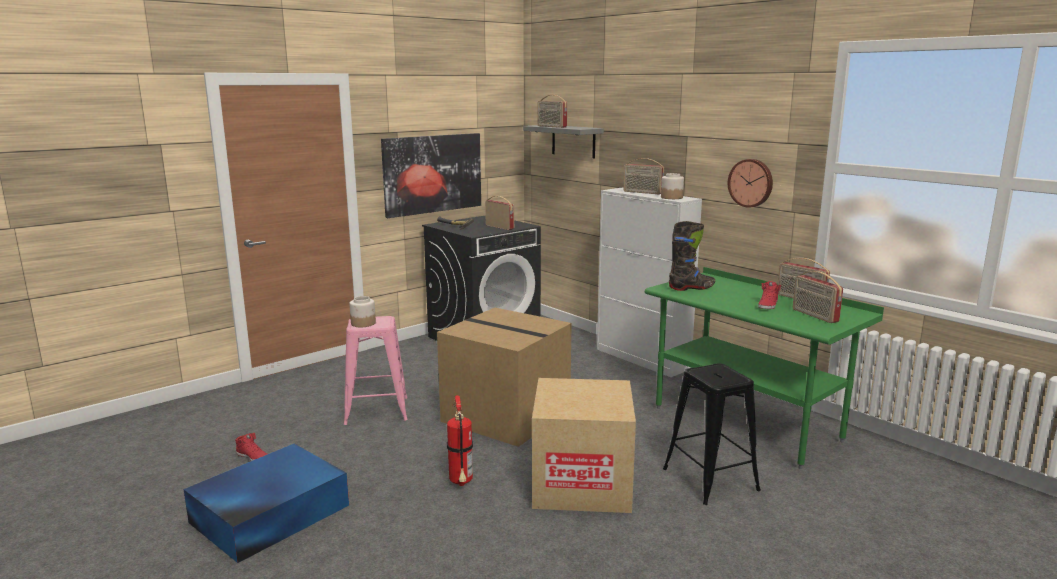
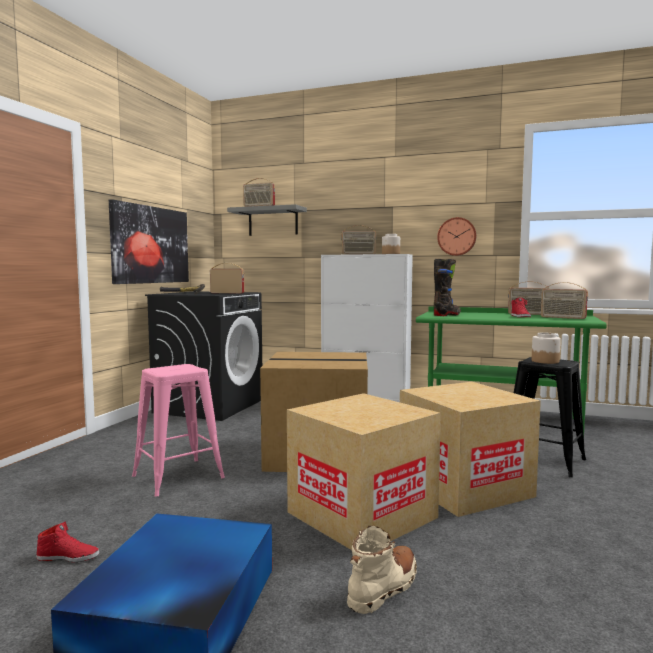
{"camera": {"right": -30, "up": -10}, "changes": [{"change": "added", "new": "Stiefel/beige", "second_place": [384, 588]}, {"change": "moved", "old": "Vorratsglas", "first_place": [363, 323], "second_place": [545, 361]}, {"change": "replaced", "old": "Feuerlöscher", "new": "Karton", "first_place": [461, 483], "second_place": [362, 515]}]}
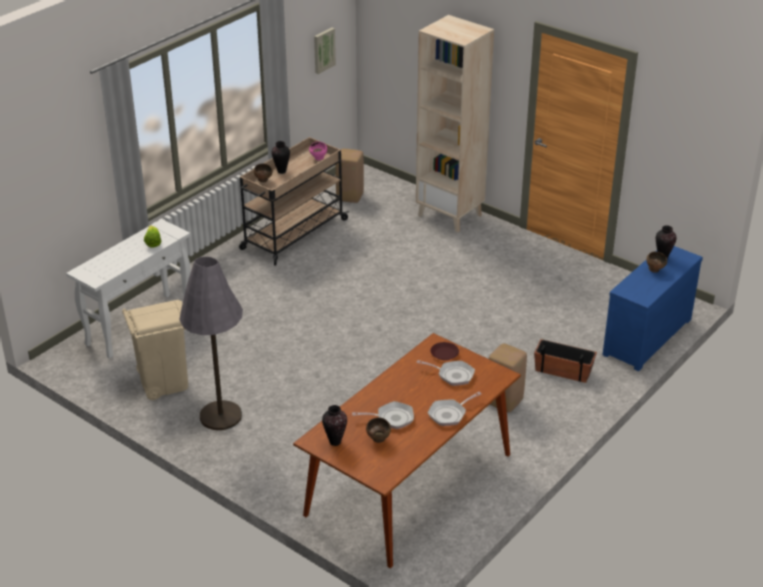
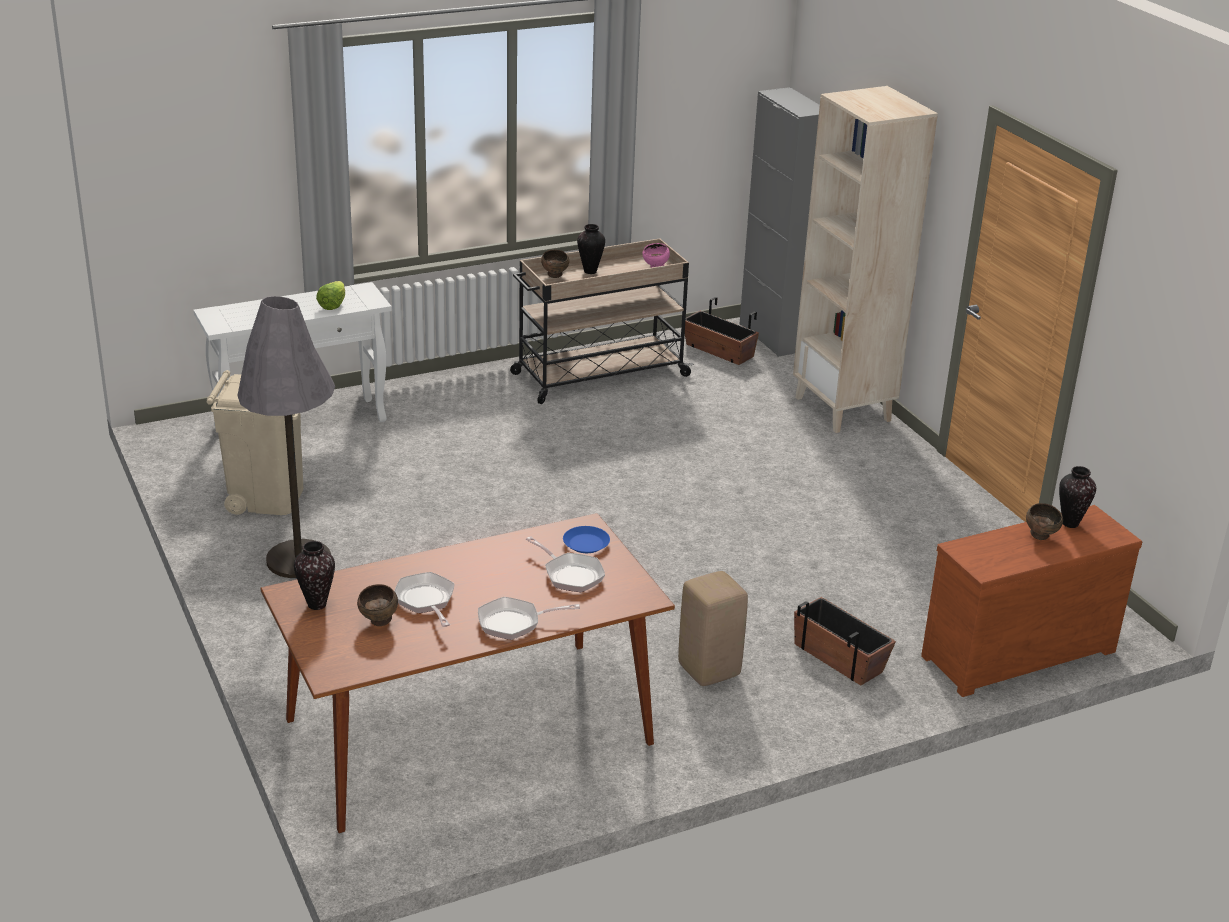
{"camera": {"right": 25, "up": -5}, "changes": [{"change": "removed", "old": "Bild", "first_place": [323, 50]}, {"change": "added", "new": "Schrank/grau", "second_place": [773, 337]}, {"change": "replaced", "old": "Hocker/beige", "new": "Pflanzkübel", "first_place": [350, 197], "second_place": [719, 351]}, {"change": "recoloured", "old": "Teller/braun", "new": "Teller/blau", "first_place": [444, 353], "second_place": [586, 544]}, {"change": "recoloured", "old": "Kommode/blau", "new": "Kommode/braun", "first_place": [644, 336], "second_place": [1015, 651]}, {"change": "turned", "old": "Pfanne", "first_place": [392, 418], "second_place": [426, 601], "degrees": -135}]}
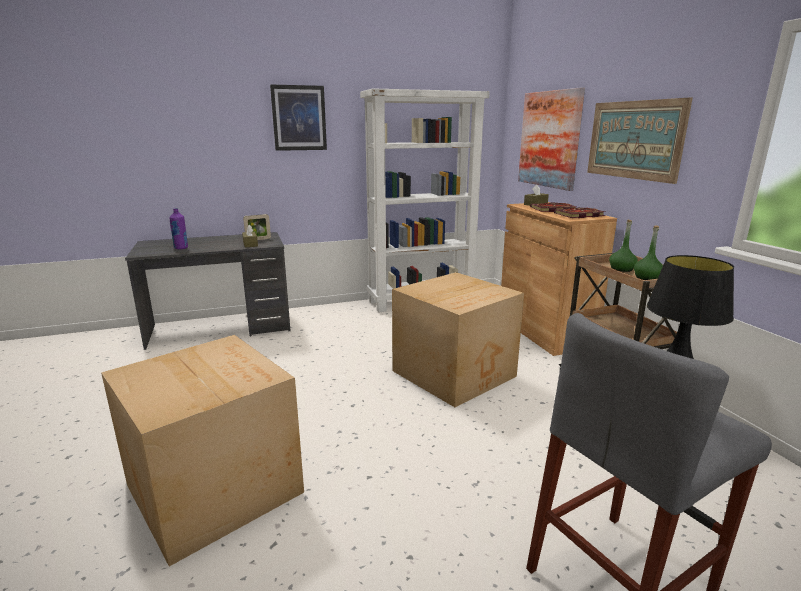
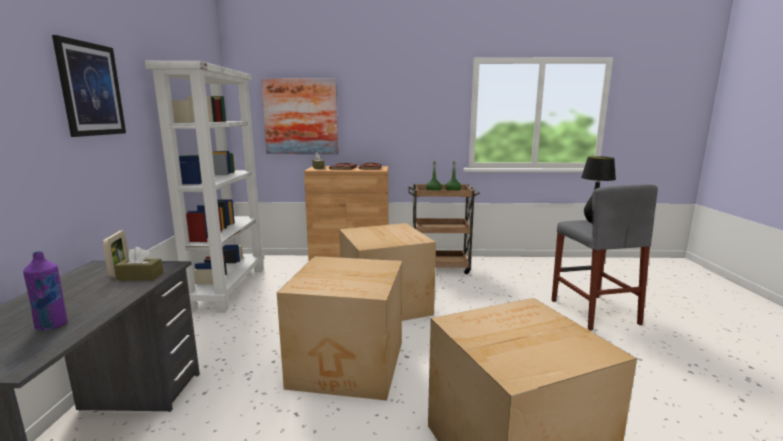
{"camera": {"right": -70, "up": -5}, "changes": [{"change": "removed", "old": "Bild", "first_place": [634, 140]}, {"change": "added", "new": "Karton", "second_place": [349, 365]}]}
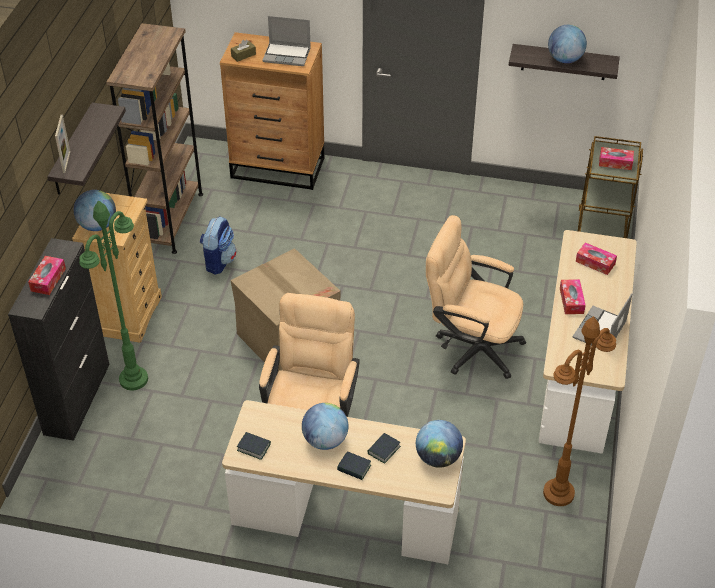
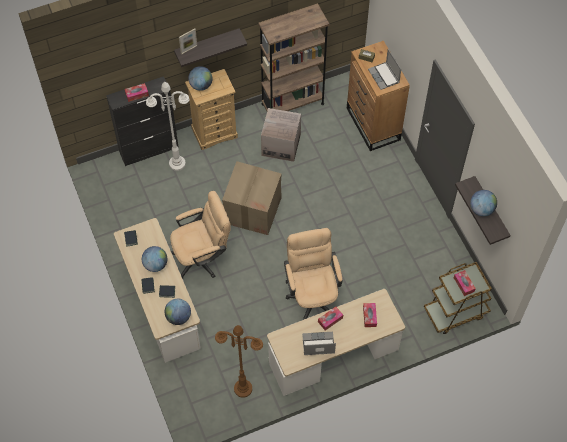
{"camera": {"right": 55, "up": 15}, "changes": [{"change": "replaced", "old": "Rucksack", "new": "Karton", "first_place": [219, 261], "second_place": [281, 145]}, {"change": "recoloured", "old": "Stehlampe/grün", "new": "Stehlampe/weiß", "first_place": [133, 379], "second_place": [177, 163]}]}
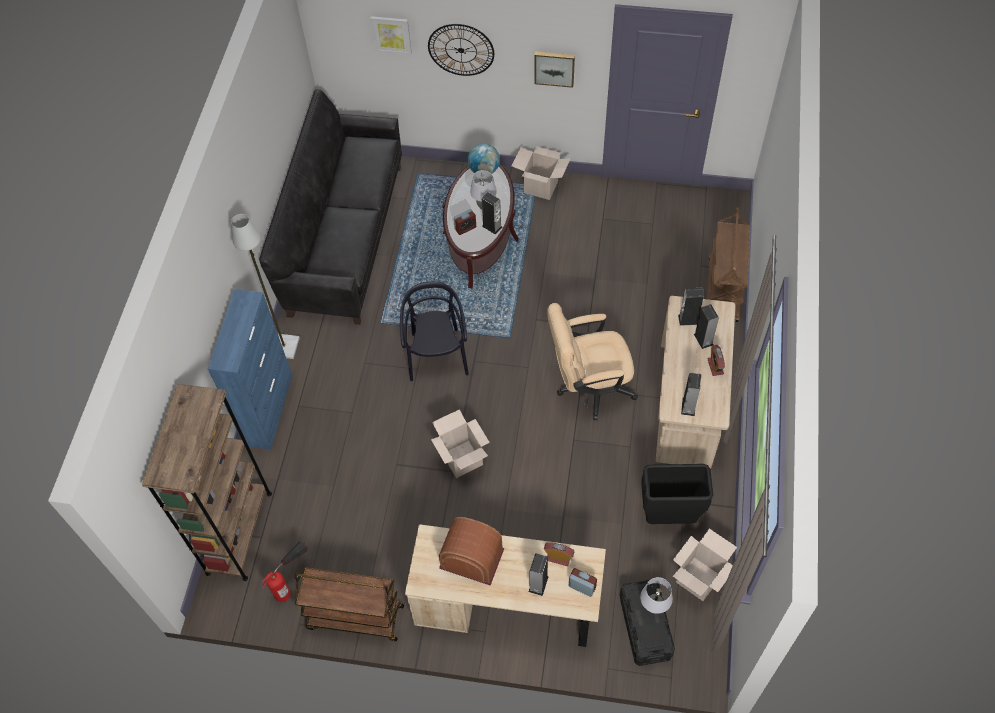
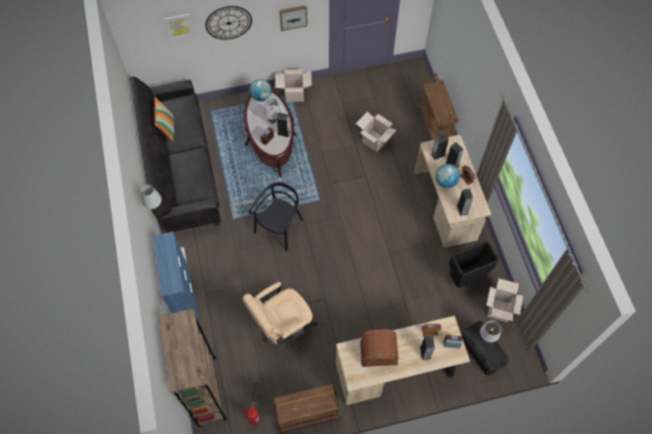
{"camera": {"right": -25, "up": 5}, "changes": [{"change": "added", "new": "Kissen", "second_place": [167, 128]}, {"change": "added", "new": "Globus", "second_place": [445, 181]}, {"change": "moved", "old": "Karton", "first_place": [462, 459], "second_place": [374, 141]}, {"change": "moved", "old": "Bürostuhl/beige", "first_place": [589, 387], "second_place": [283, 328]}, {"change": "turned", "old": "Stuhl/schwarz", "first_place": [437, 355], "second_place": [280, 228], "degrees": 60}]}
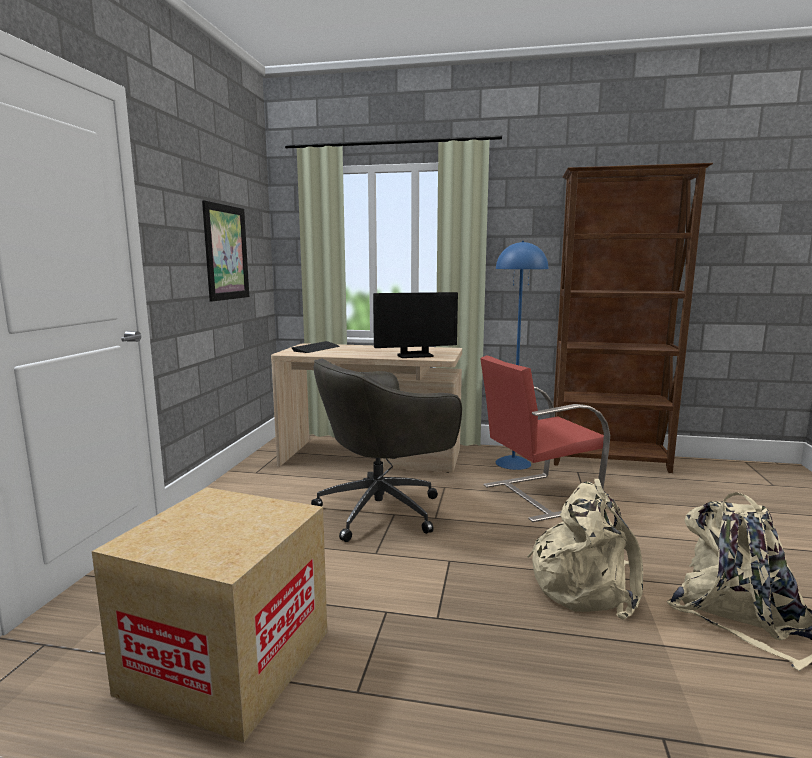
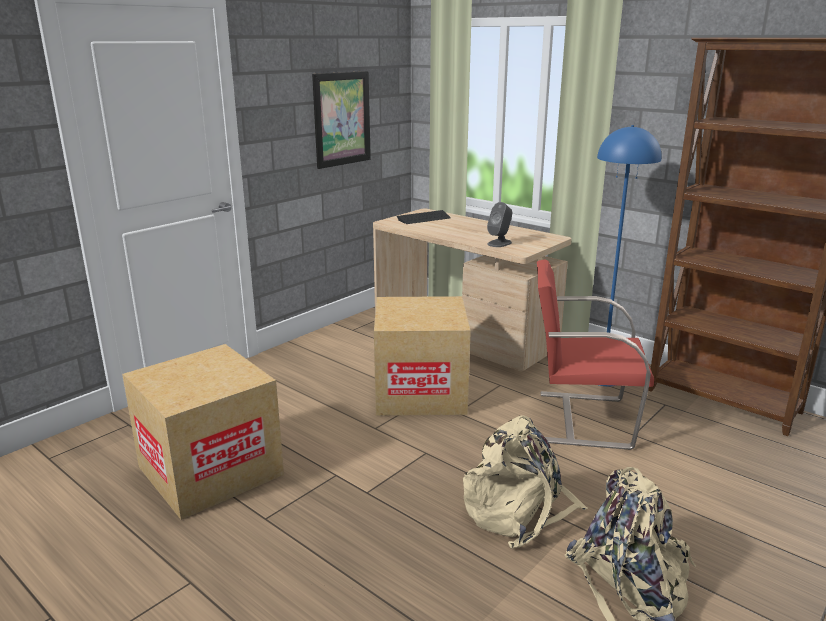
{"camera": {"right": 30, "up": 10}, "changes": [{"change": "replaced", "old": "Bürostuhl/grau", "new": "Karton", "first_place": [383, 510], "second_place": [420, 392]}, {"change": "replaced", "old": "Monitor", "new": "Lautsprecher/grau", "first_place": [415, 355], "second_place": [499, 243]}]}
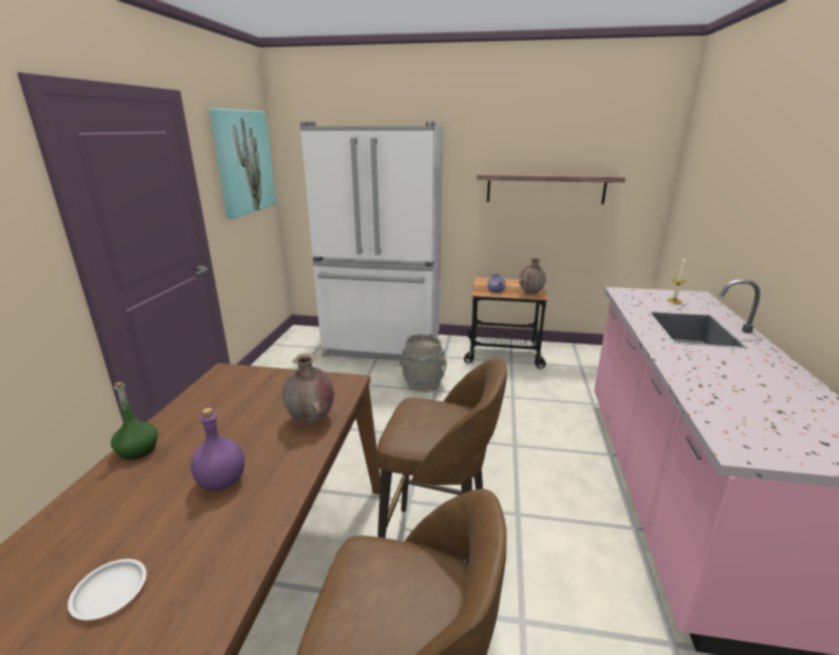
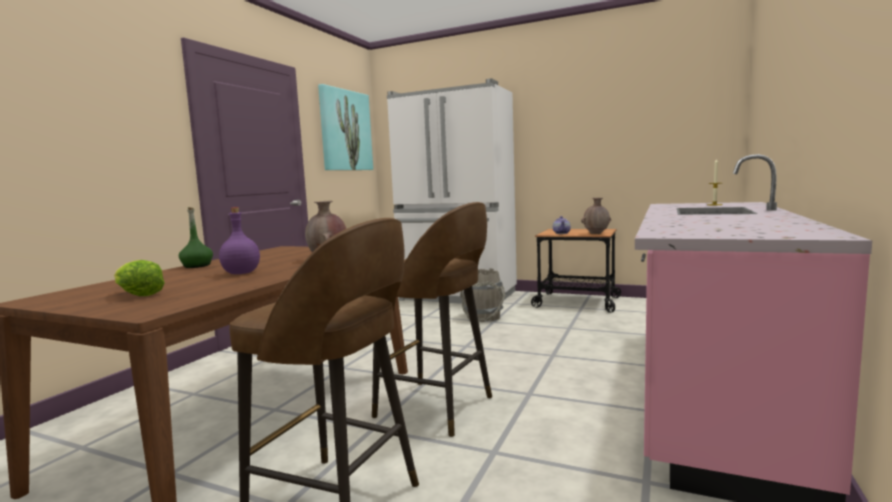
{"camera": {"right": 15, "up": -15}, "changes": [{"change": "removed", "old": "Wandregal", "first_place": [545, 188]}, {"change": "replaced", "old": "Teller/weiß", "new": "Salatkopf", "first_place": [110, 592], "second_place": [138, 295]}]}
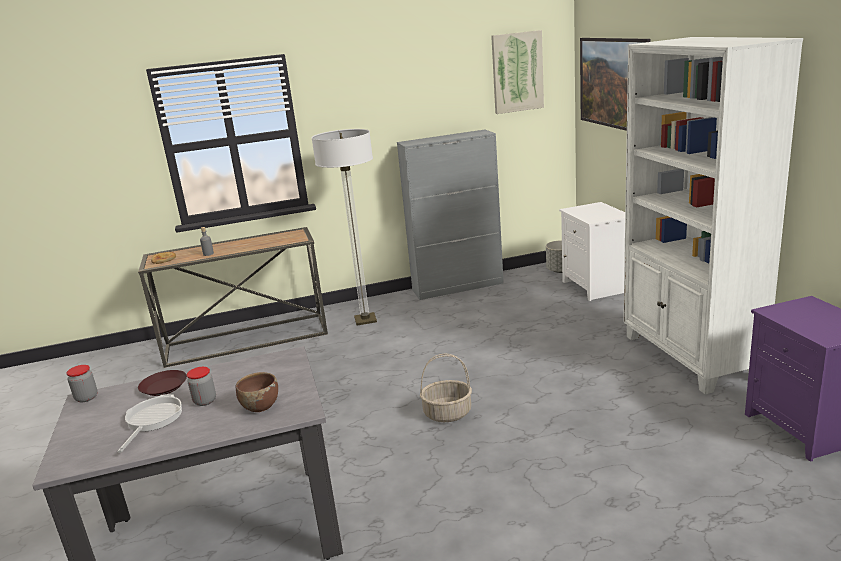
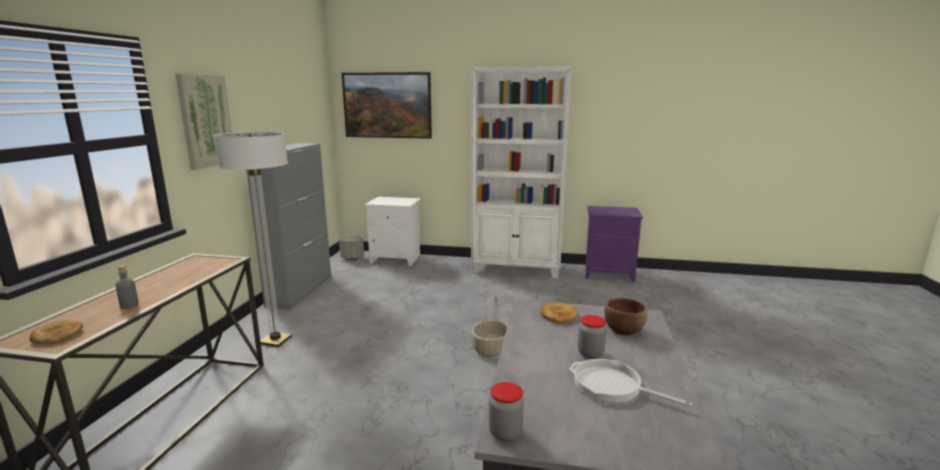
{"camera": {"right": -65, "up": -5}, "changes": [{"change": "removed", "old": "Teller/braun", "first_place": [164, 386]}, {"change": "added", "new": "Brot", "second_place": [558, 315]}, {"change": "moved", "old": "Bild", "first_place": [517, 72], "second_place": [205, 121]}]}
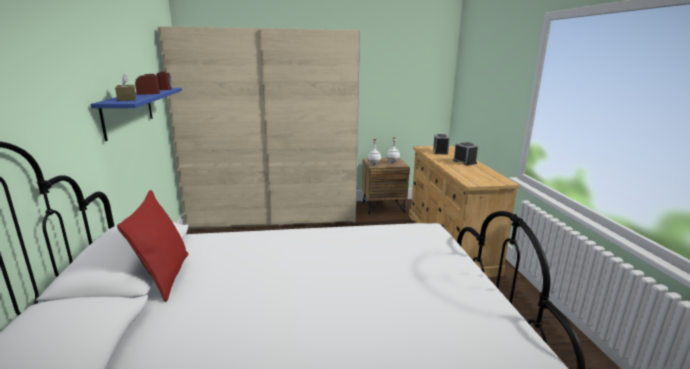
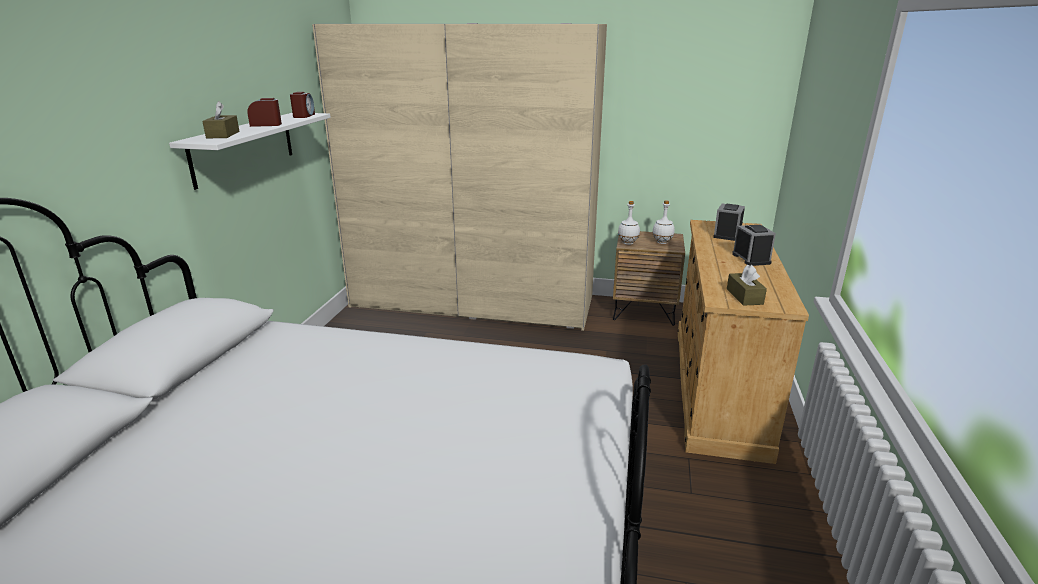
{"camera": {"right": 20, "up": 5}, "changes": [{"change": "removed", "old": "Kissen/rot", "first_place": [165, 277]}, {"change": "added", "new": "Taschentuchbox/braun", "second_place": [744, 296]}, {"change": "recoloured", "old": "Wandregal/blau", "new": "Wandregal/weiß", "first_place": [128, 111], "second_place": [244, 148]}]}
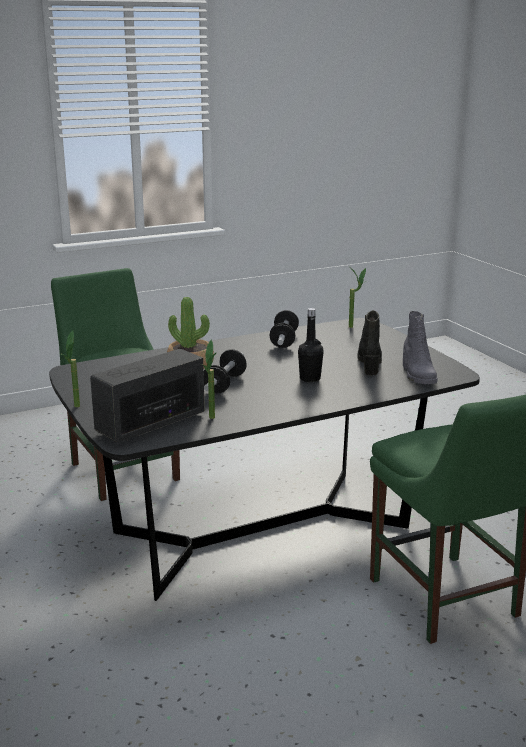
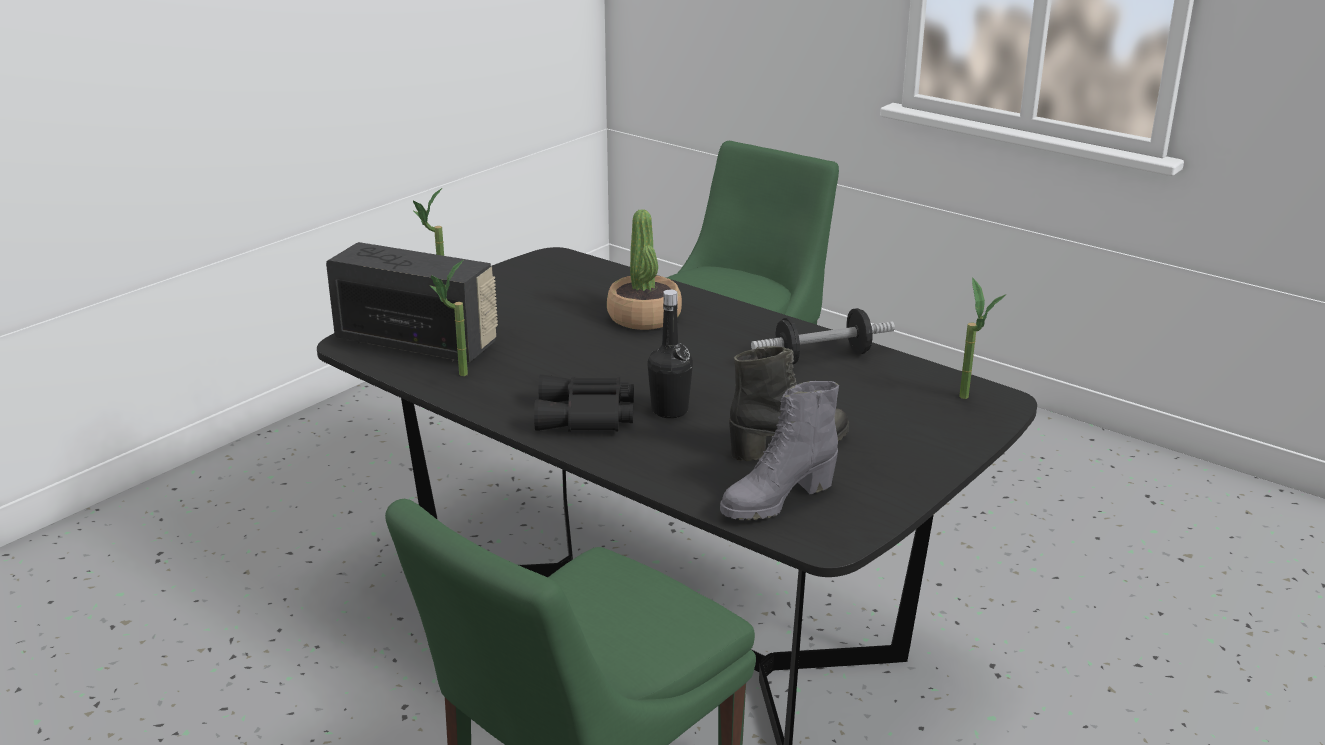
{"camera": {"right": 65, "up": 5}, "changes": [{"change": "removed", "old": "Hantel", "first_place": [224, 384]}, {"change": "added", "new": "Fernglas/schwarz", "second_place": [587, 416]}]}
